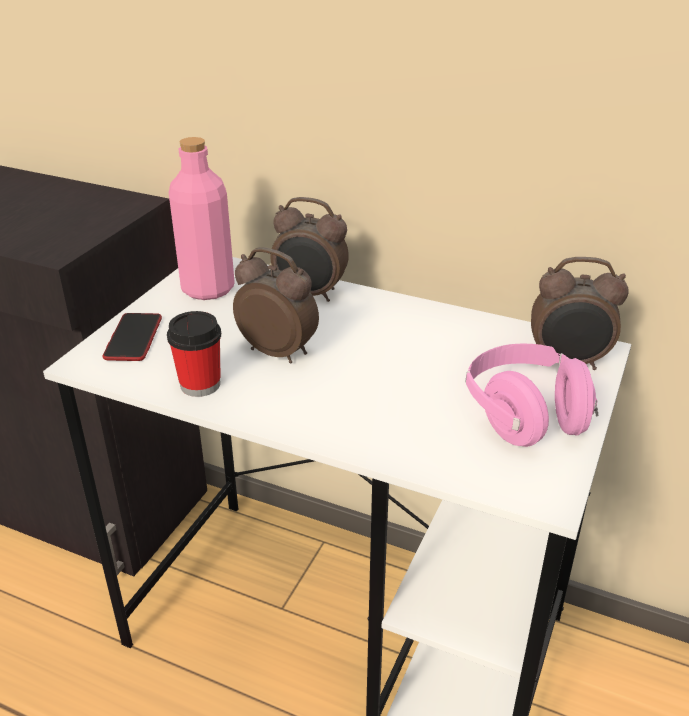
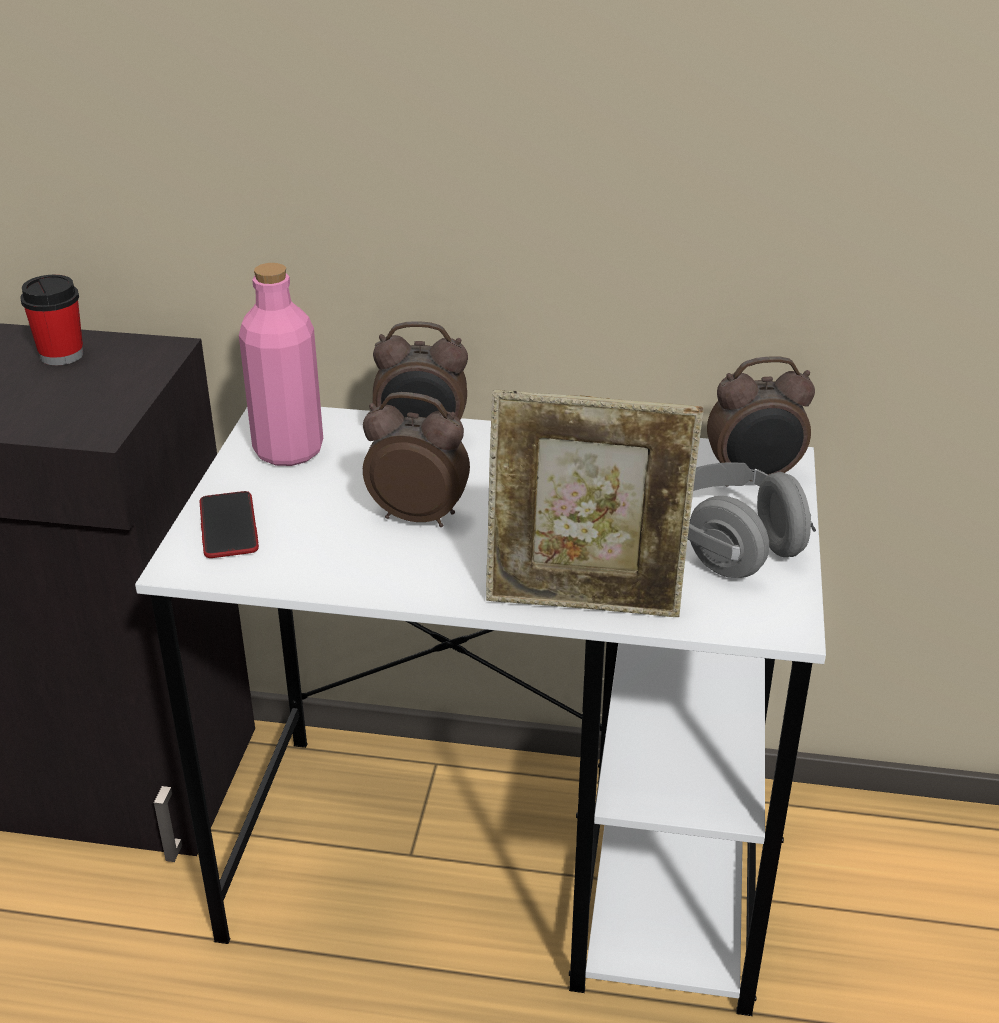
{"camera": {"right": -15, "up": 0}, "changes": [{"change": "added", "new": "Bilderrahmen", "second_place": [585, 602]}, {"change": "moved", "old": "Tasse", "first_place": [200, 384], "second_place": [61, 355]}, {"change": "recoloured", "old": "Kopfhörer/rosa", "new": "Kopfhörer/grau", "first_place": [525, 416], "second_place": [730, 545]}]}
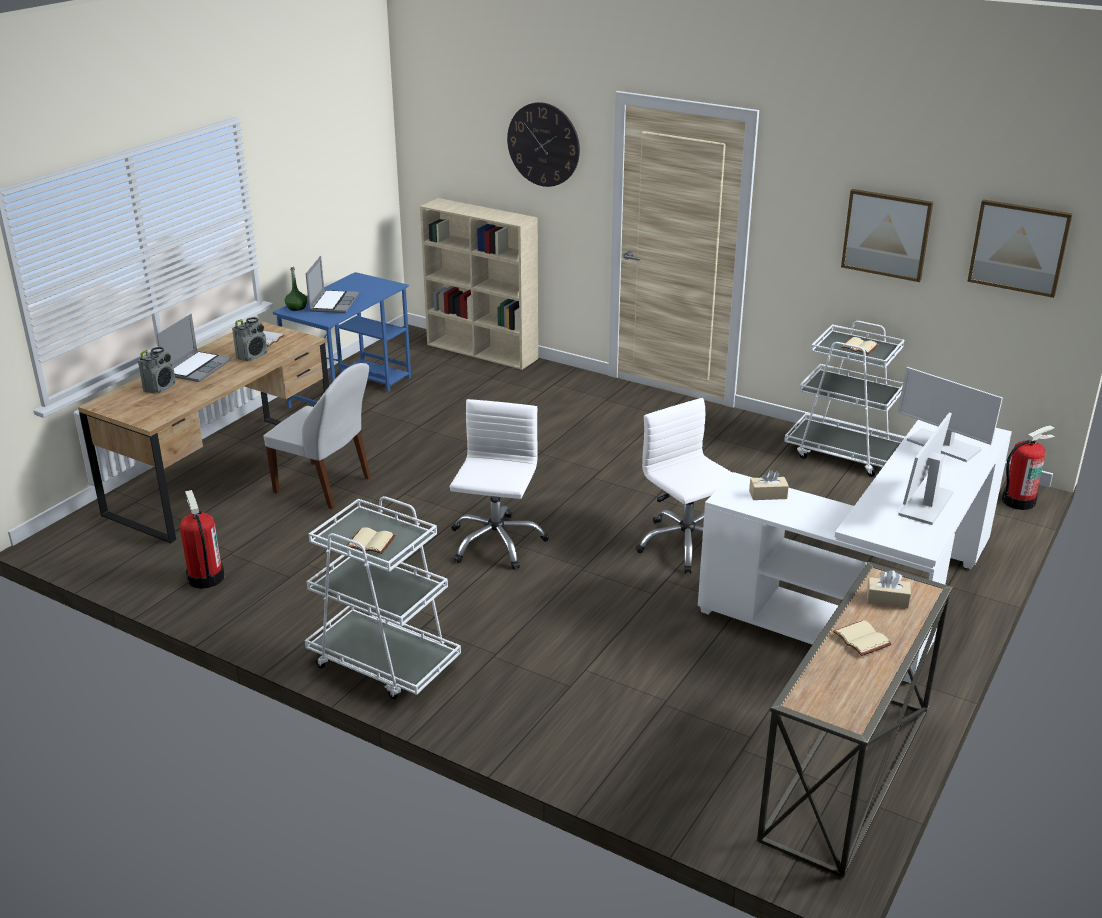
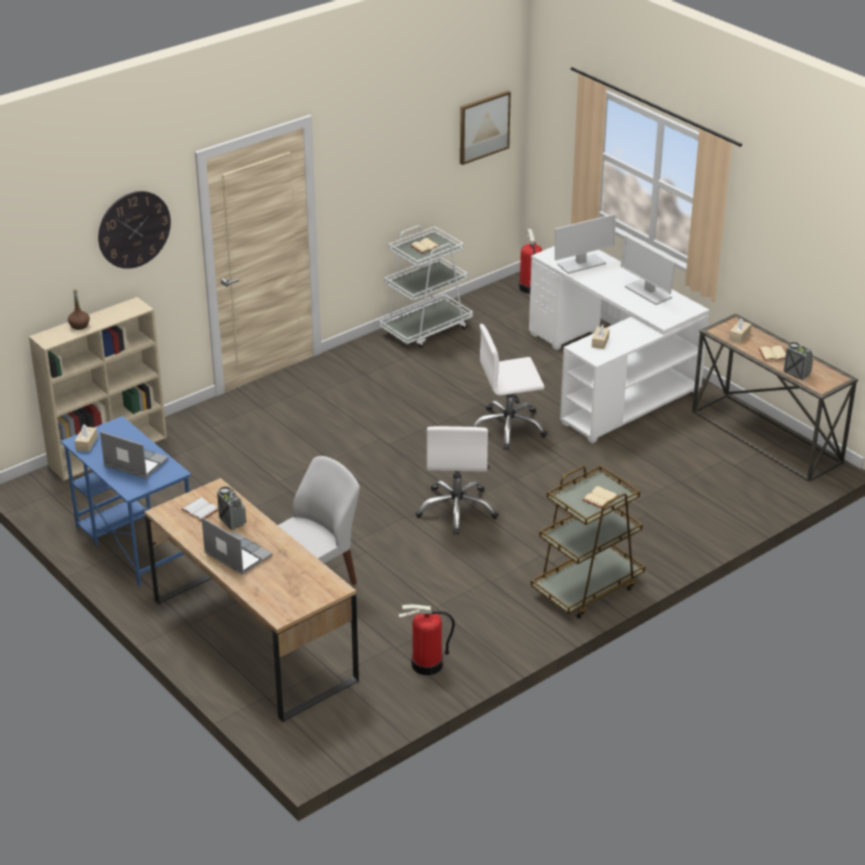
{"camera": {"right": -70, "up": 5}, "changes": [{"change": "removed", "old": "Flasche/grün", "first_place": [296, 307]}, {"change": "removed", "old": "Bild", "first_place": [886, 234]}, {"change": "added", "new": "Flasche/braun", "second_place": [79, 325]}, {"change": "added", "new": "Taschentuchbox/beige", "second_place": [86, 443]}, {"change": "moved", "old": "Radio", "first_place": [160, 387], "second_place": [796, 373]}, {"change": "recoloured", "old": "Rollwagen/weiß", "new": "Rollwagen/braun", "first_place": [383, 662], "second_place": [587, 588]}, {"change": "turned", "old": "Bürostuhl/weiß", "first_place": [496, 542], "second_place": [457, 509], "degrees": -120}]}
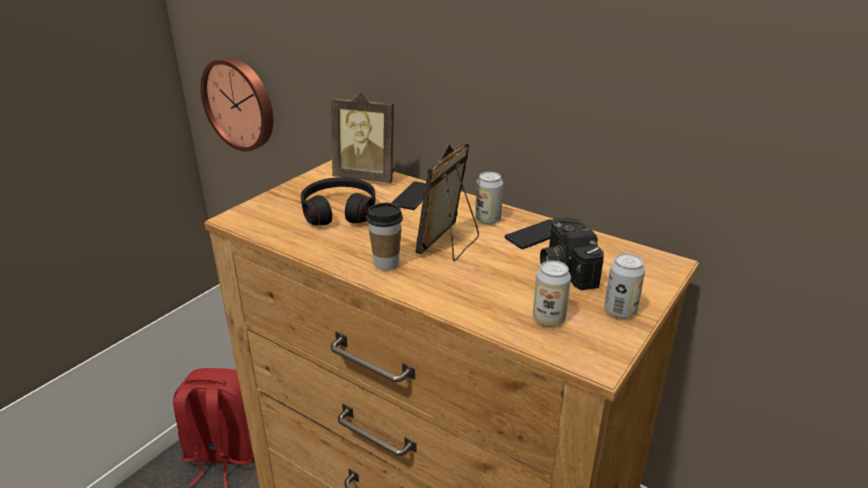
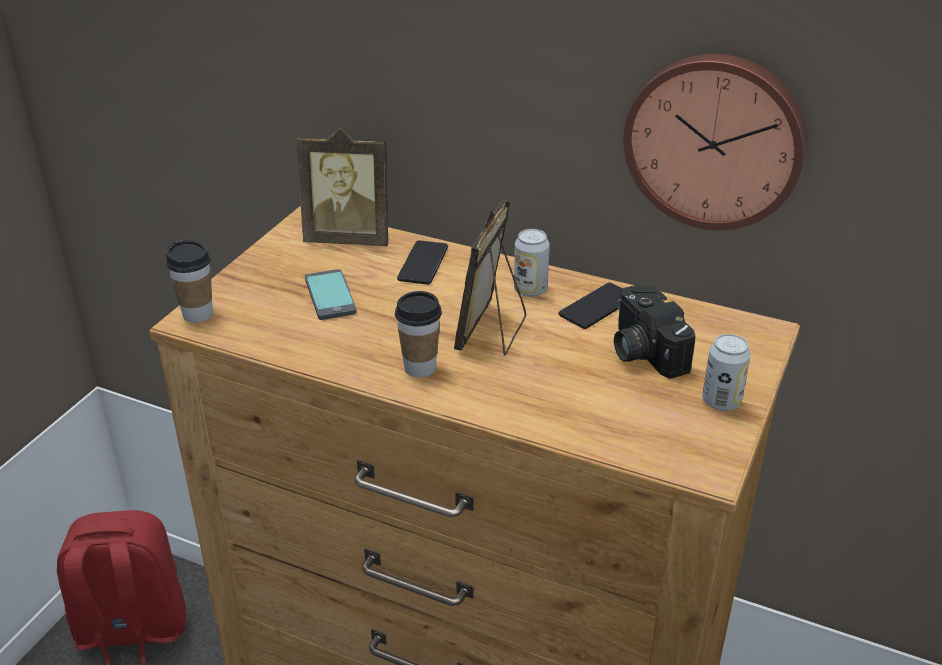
{"camera": {"right": -10, "up": 5}, "changes": [{"change": "removed", "old": "Dose", "first_place": [548, 319]}, {"change": "added", "new": "Tasse", "second_place": [198, 314]}, {"change": "moved", "old": "Wanduhr", "first_place": [240, 103], "second_place": [716, 140]}, {"change": "replaced", "old": "Kopfhörer/schwarz", "new": "Handy", "first_place": [339, 211], "second_place": [330, 296]}]}
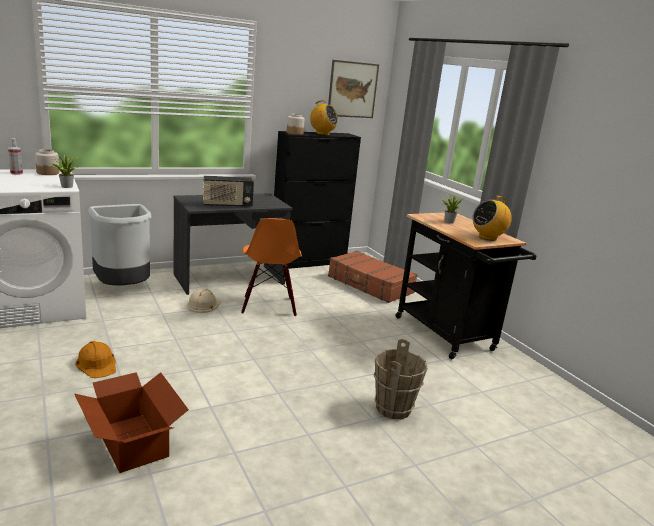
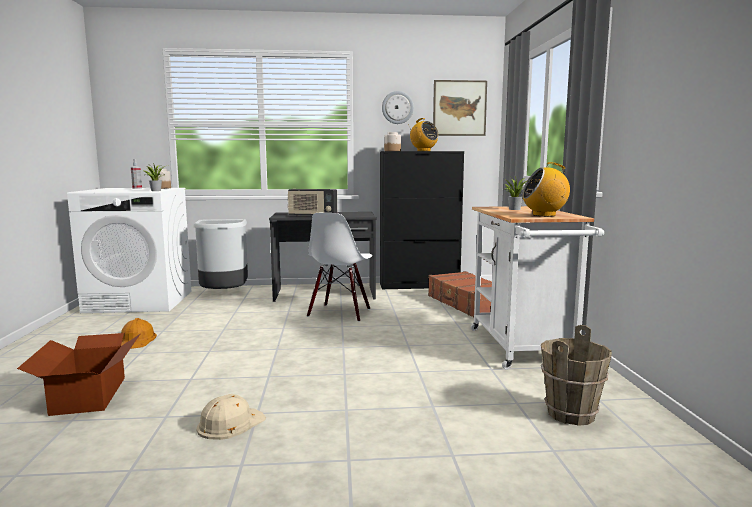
{"camera": {"right": 25, "up": -10}, "changes": [{"change": "added", "new": "Wanduhr", "second_place": [397, 107]}, {"change": "moved", "old": "Schutzhelm/beige", "first_place": [204, 305], "second_place": [230, 423]}, {"change": "moved", "old": "Eimer/braun", "first_place": [394, 409], "second_place": [571, 414]}, {"change": "recoloured", "old": "Stuhl/orange", "new": "Stuhl/weiß", "first_place": [268, 306], "second_place": [340, 313]}, {"change": "recoloured", "old": "Rollwagen/schwarz", "new": "Rollwagen/weiß", "first_place": [448, 336], "second_place": [523, 350]}]}
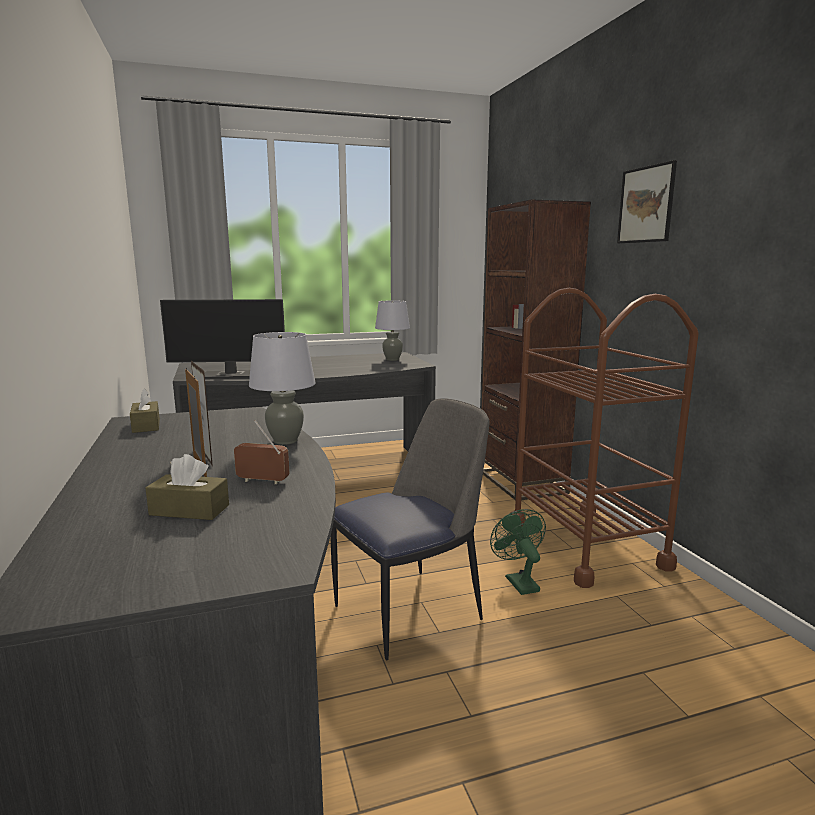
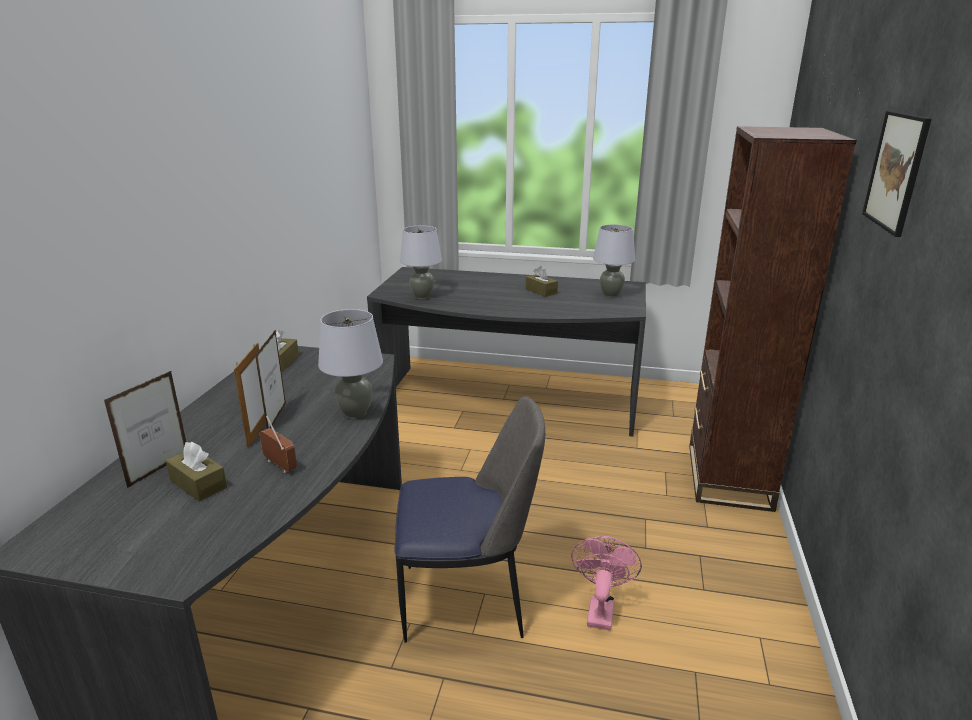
{"camera": {"right": 30, "up": 10}, "changes": [{"change": "removed", "old": "Rollwagen/braun", "first_place": [586, 544]}, {"change": "added", "new": "Bilderrahmen", "second_place": [159, 469]}, {"change": "added", "new": "Taschentuchbox/braun", "second_place": [541, 291]}, {"change": "replaced", "old": "Monitor", "new": "Tischlampe/grau", "first_place": [231, 375], "second_place": [422, 297]}, {"change": "recoloured", "old": "Ventilator/grün", "new": "Ventilator/rosa", "first_place": [518, 581], "second_place": [600, 609]}]}
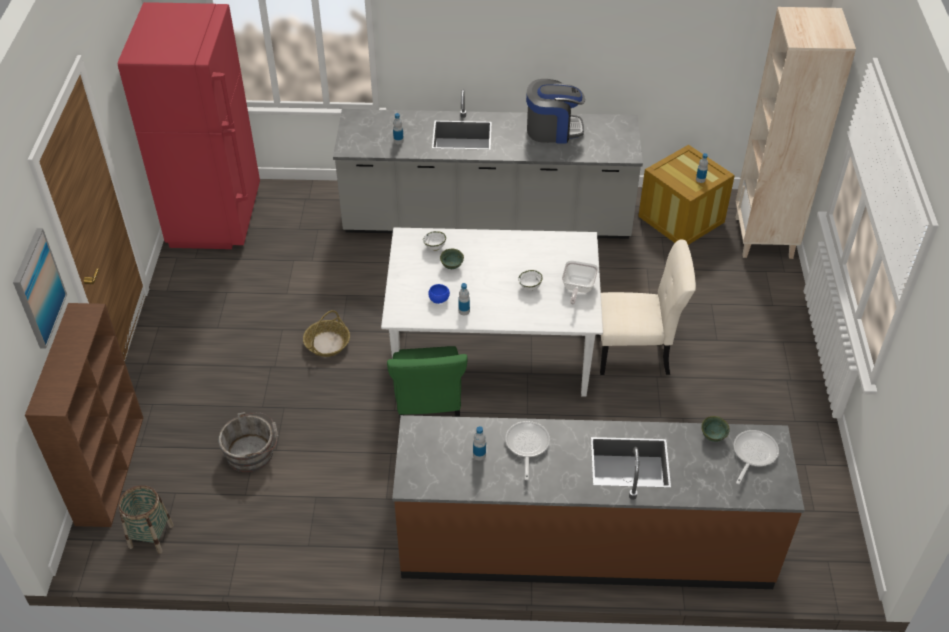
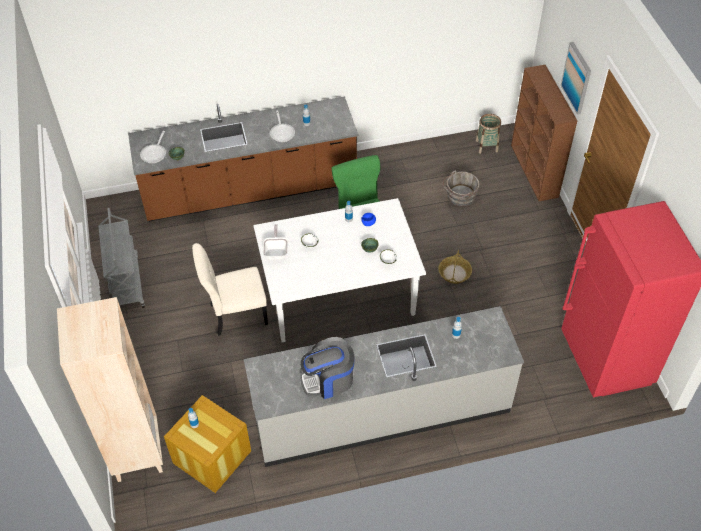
{"camera": {"right": 165, "up": 5}, "changes": [{"change": "added", "new": "Rollwagen/grau", "second_place": [126, 283]}]}
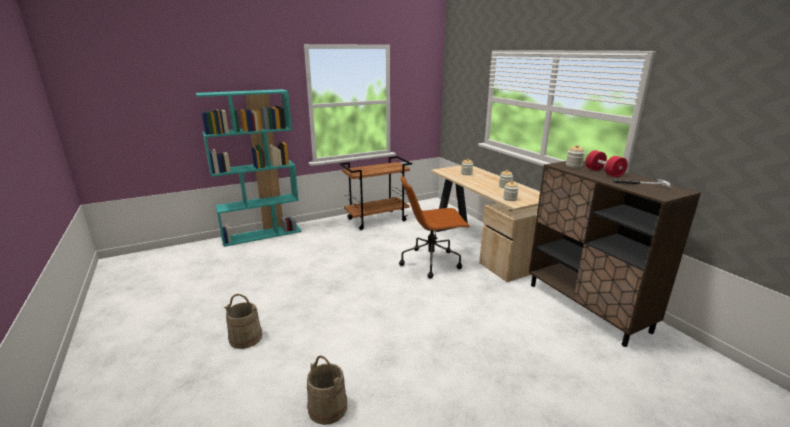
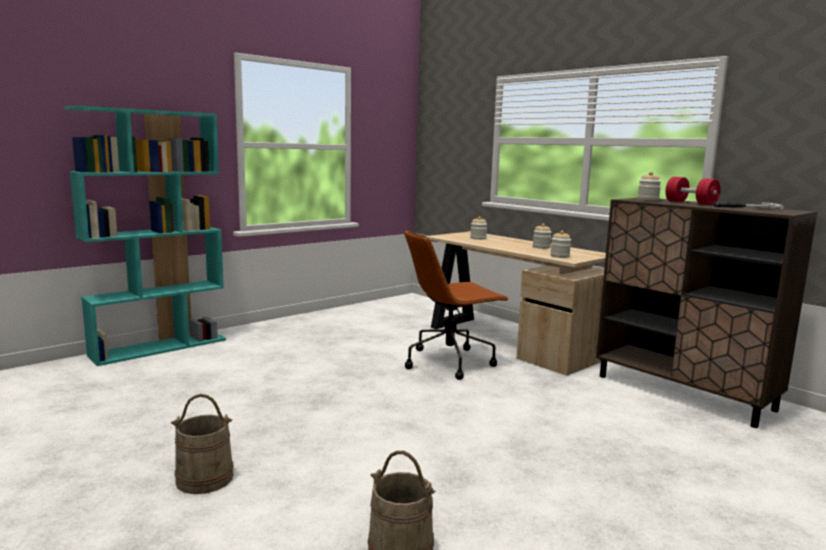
{"camera": {"right": -15, "up": -10}, "changes": [{"change": "removed", "old": "Rollwagen/braun", "first_place": [377, 219]}]}
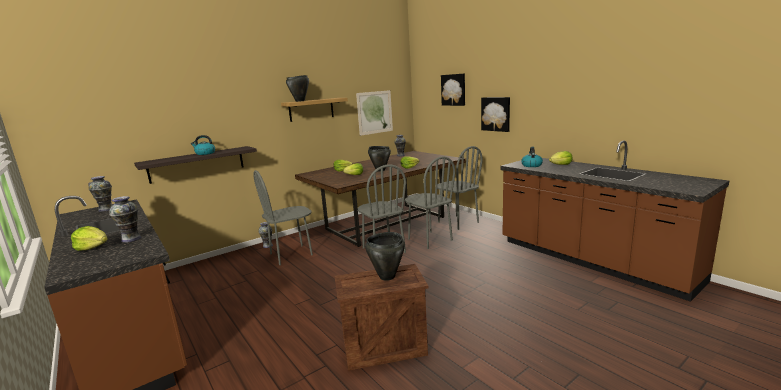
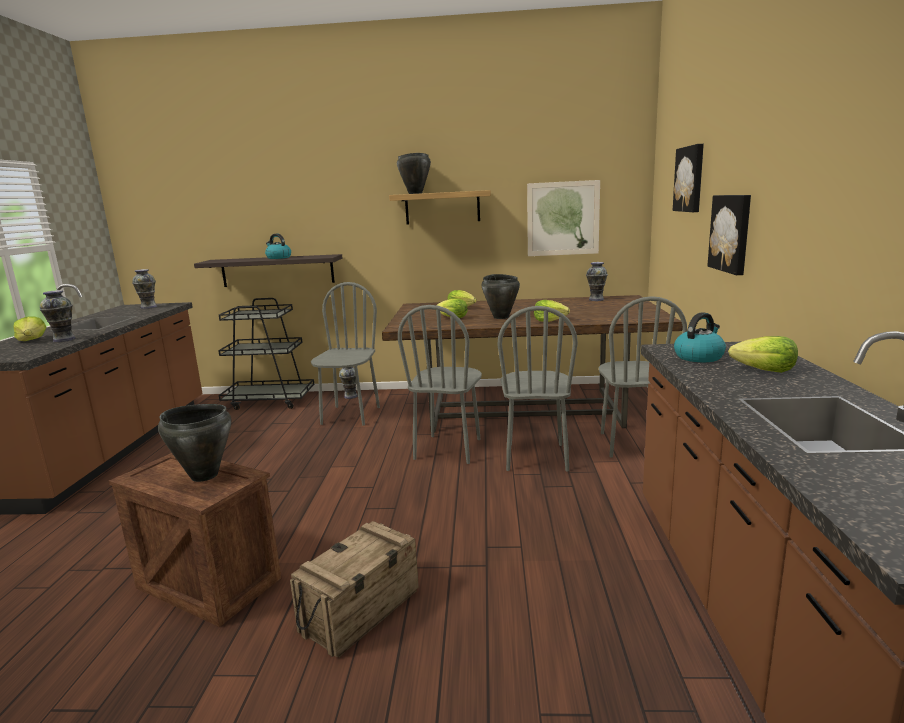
{"camera": {"right": 40, "up": 0}, "changes": [{"change": "added", "new": "Rollwagen/schwarz", "second_place": [270, 401]}, {"change": "added", "new": "Kiste", "second_place": [361, 611]}, {"change": "turned", "old": "Stuhl/grau", "first_place": [291, 254], "second_place": [350, 415], "degrees": 90}]}
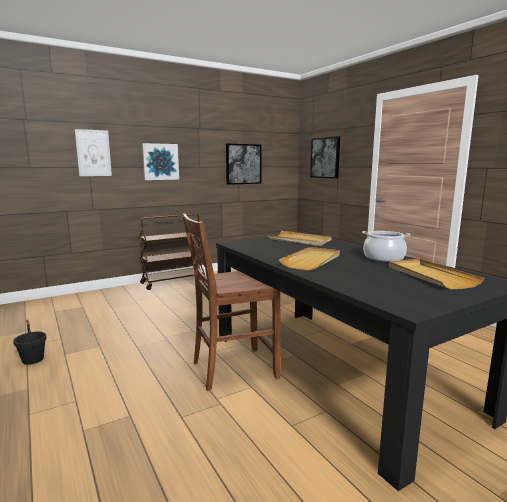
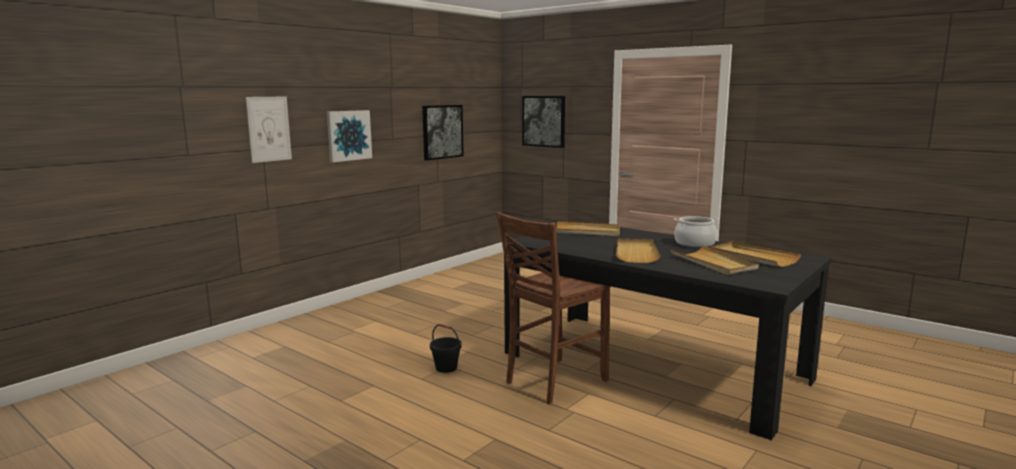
{"camera": {"right": -20, "up": 0}, "changes": [{"change": "removed", "old": "Rollwagen/braun", "first_place": [173, 282]}, {"change": "added", "new": "Tablett/beige", "second_place": [713, 263]}, {"change": "moved", "old": "Eimer/schwarz", "first_place": [33, 359], "second_place": [446, 368]}]}
